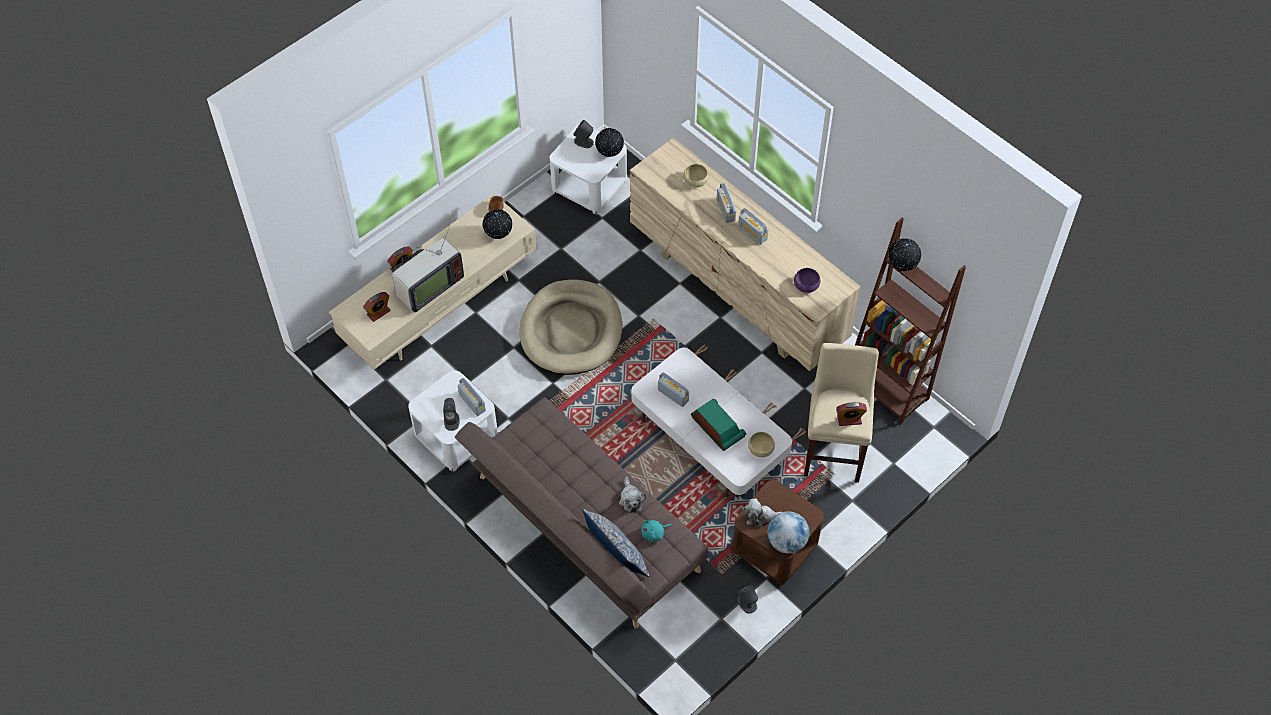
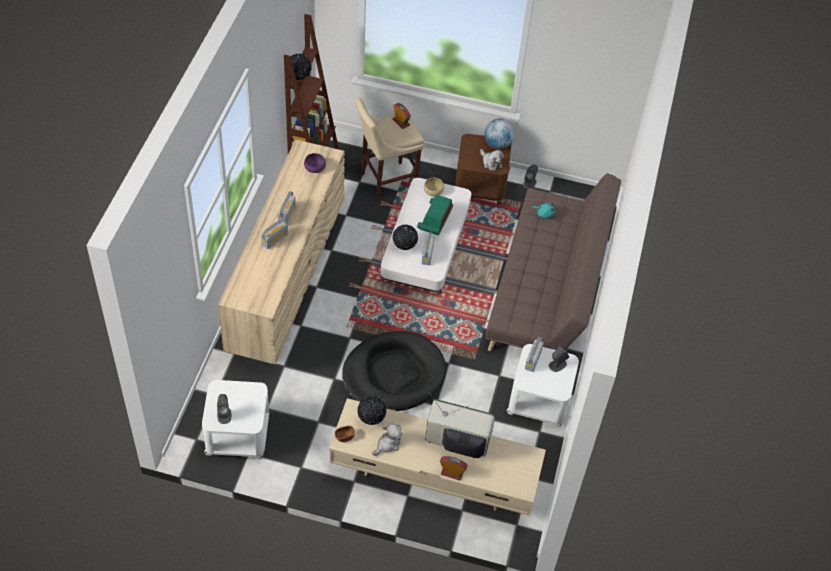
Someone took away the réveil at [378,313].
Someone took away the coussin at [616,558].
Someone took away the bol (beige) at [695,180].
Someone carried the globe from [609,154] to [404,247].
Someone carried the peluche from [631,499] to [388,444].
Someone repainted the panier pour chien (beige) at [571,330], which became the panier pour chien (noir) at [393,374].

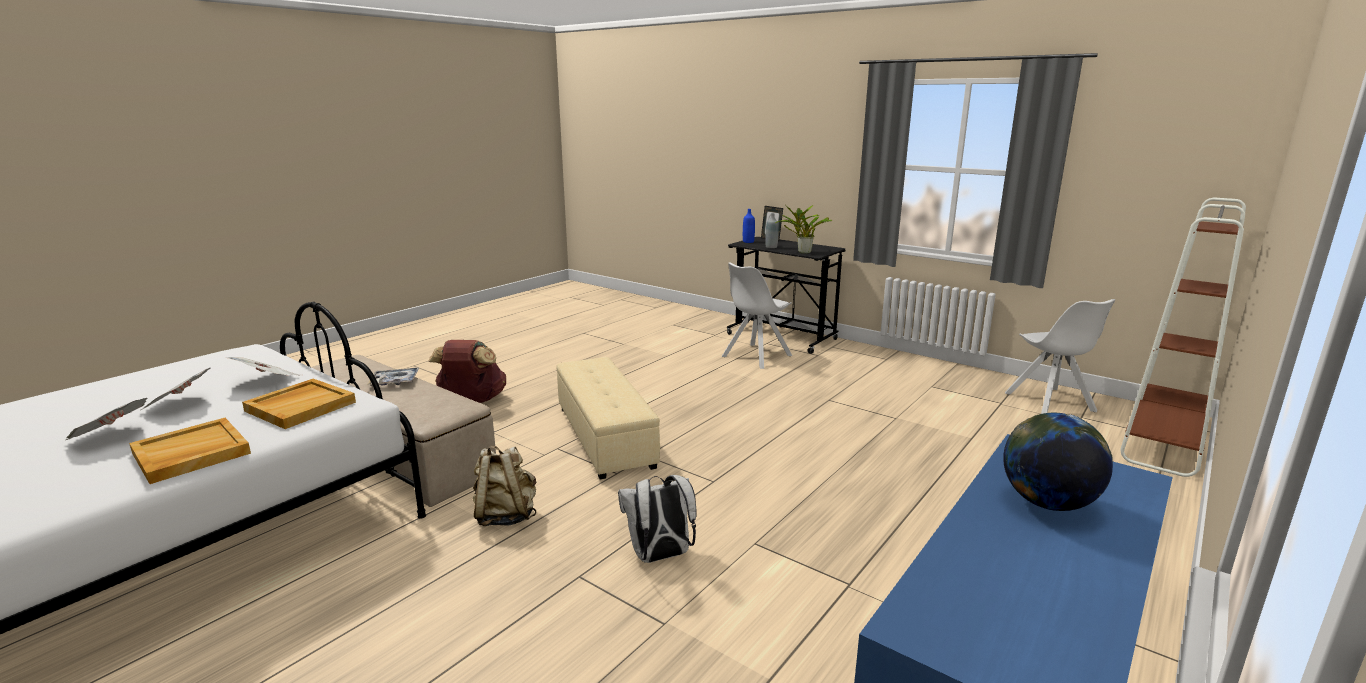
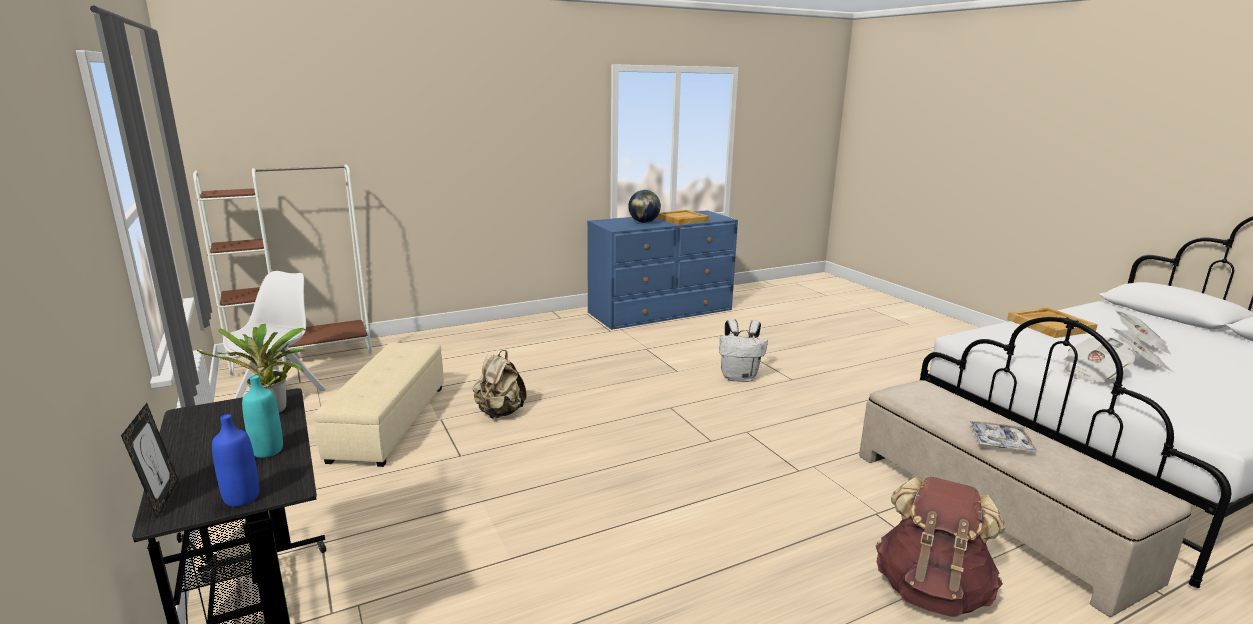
Someone took away the chaise (blanc) at [755,356].
Someone carried the plateau (beige) from [301,406] to [682,219].
Someone carried the sac à dos (beige) from [506,516] to [500,413].
Someone carried the pouf (beige) from [605,436] to [388,422].
Someone repainted the bouteille (gris) at [771,247], which became the bouteille (turquoise) at [267,451].

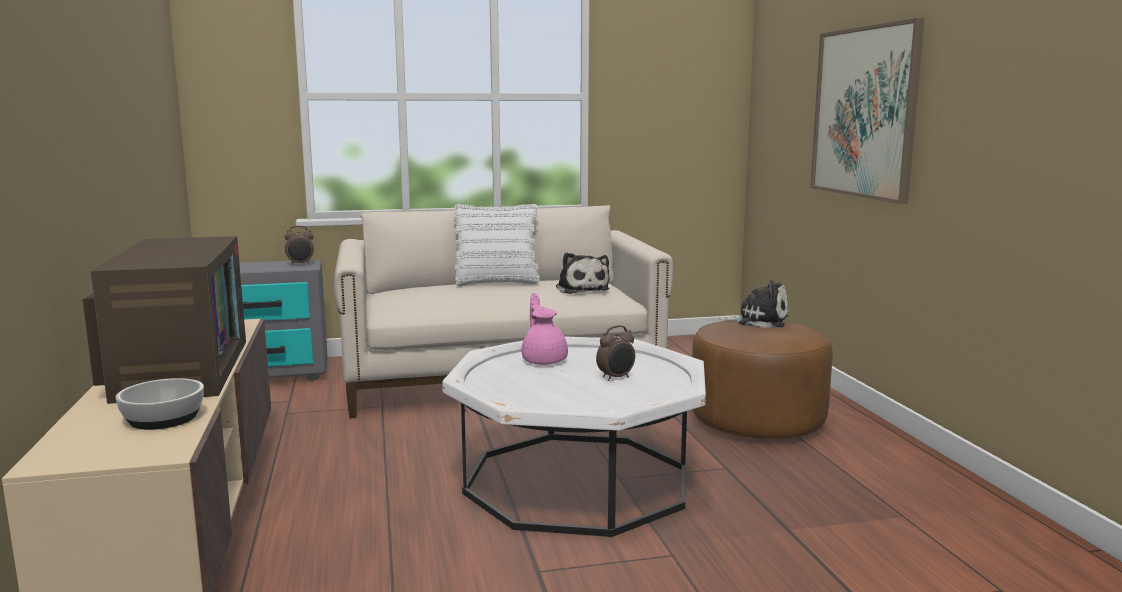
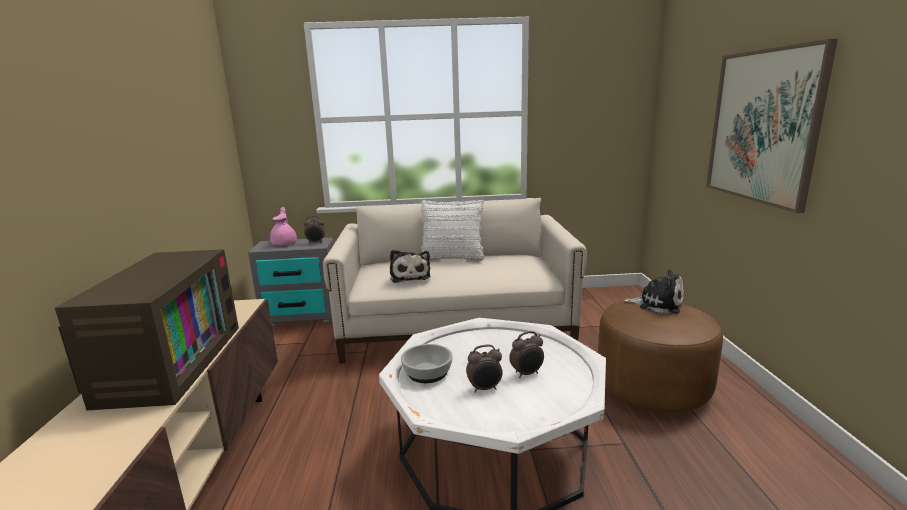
Someone put down the réveil at [485,389].
Someone carried the bol from [164,418] to [428,373].
Someone carried the théière (rose) from [544,360] to [285,243].
Someone carried the peluche from [581,289] to [410,276].

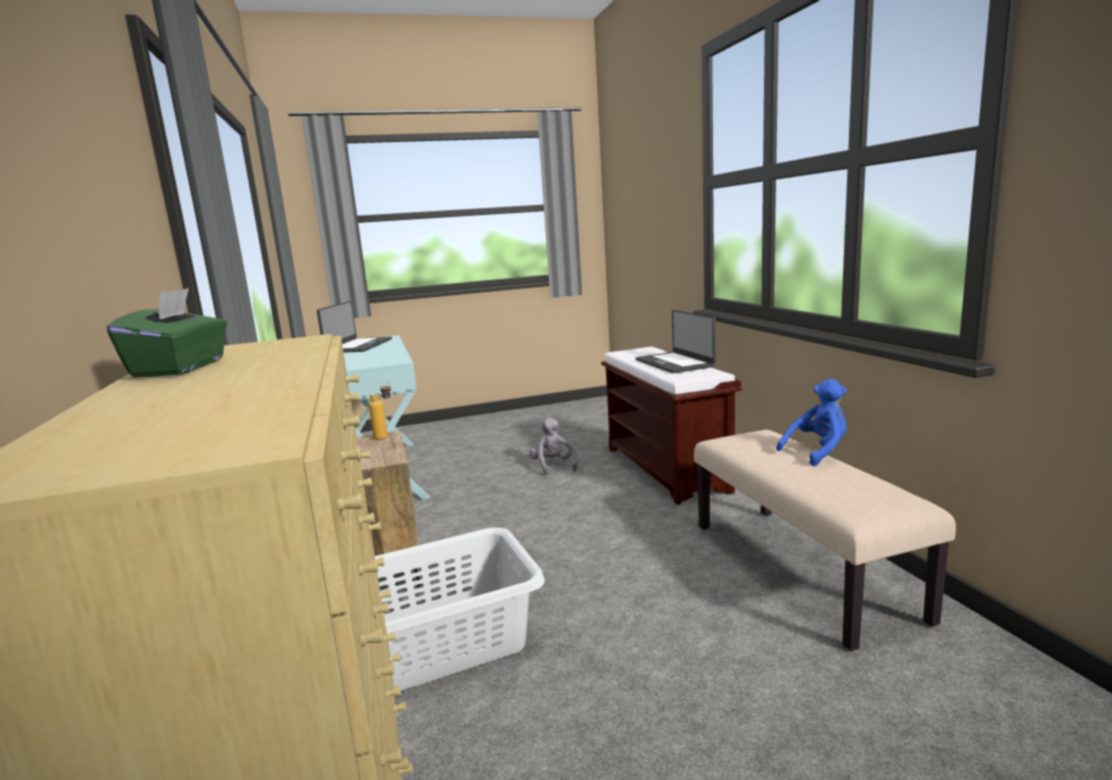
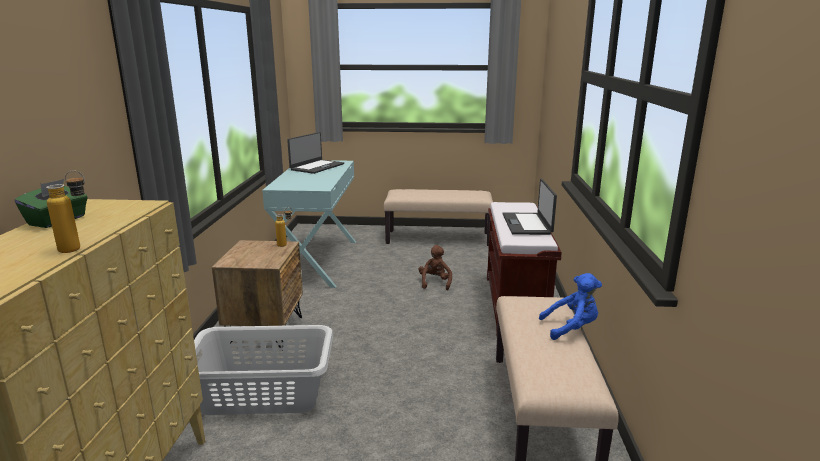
Someone put down the bouteille at [78,249].
Someone put down the banc (beige) at [438,238].
Someone repainted the peluche (gris) at [553,466], which became the peluche (marron) at [435,283].

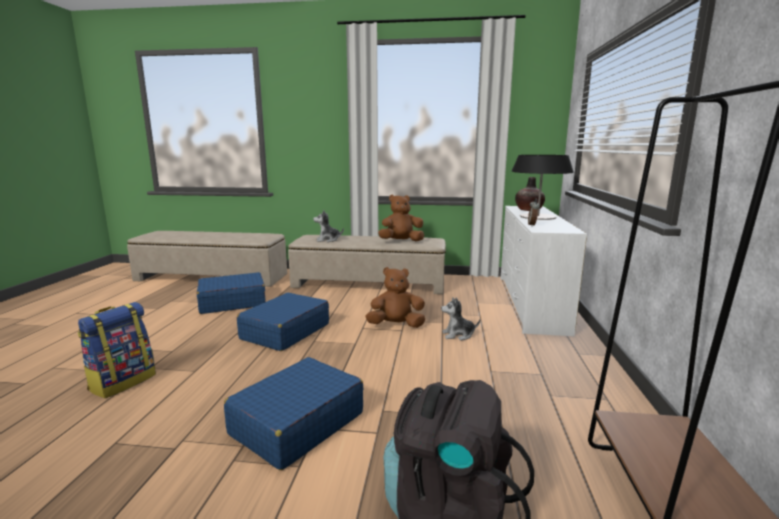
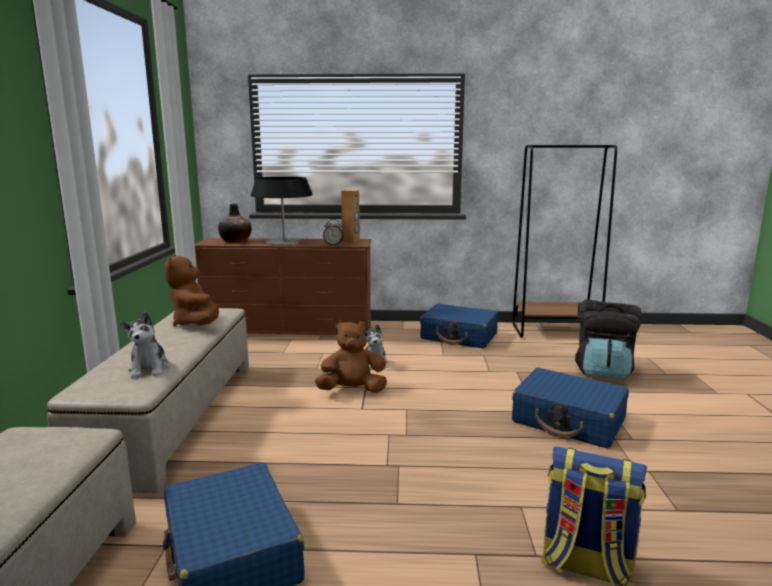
Someone put down the enceinte (marron) at [351,241].
Someone carried the valise (bleu) from [285,331] to [459,336].
Someone repainted the commode (blanc) at [530,302], which became the commode (marron) at [288,332].
Someone rotated the peluche (marron) at [396,325] by 90 degrees clockwise.

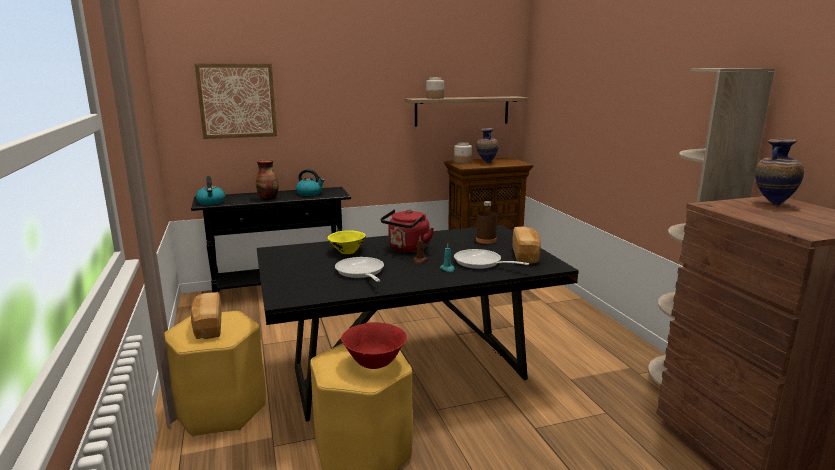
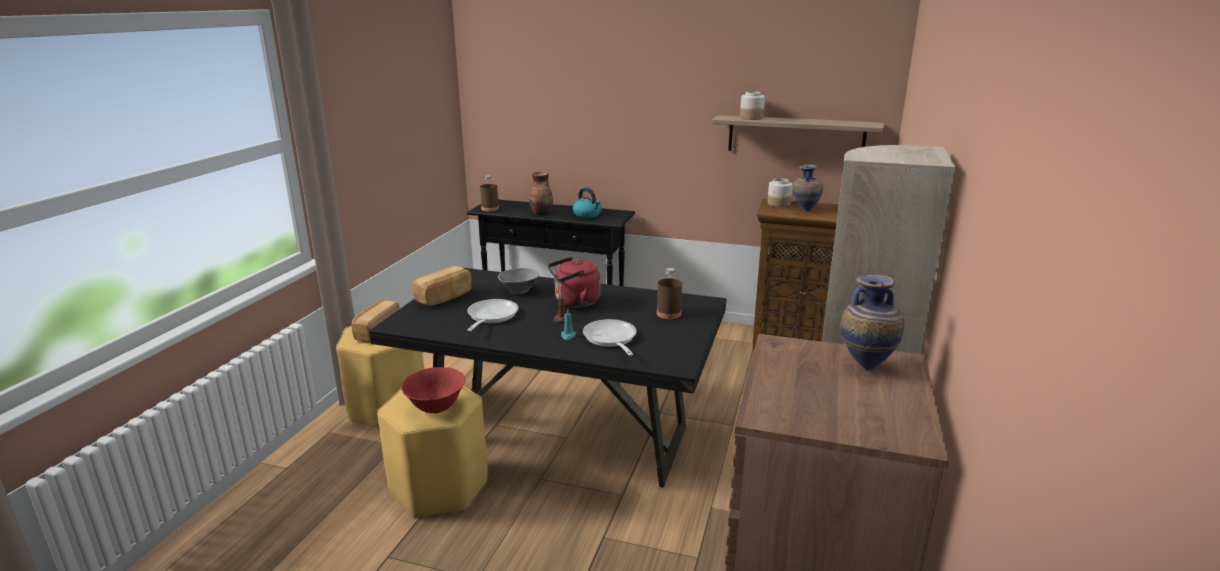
Someone took away the tableau at [237,100].
Someone carried the pain from [526,255] to [445,297].
Someone swapped the bouilloire at [211,202] for the bouteille (marron) at [490,208].
Someone repainted the bol (jaune) at [347,251], which became the bol (gris) at [519,291].

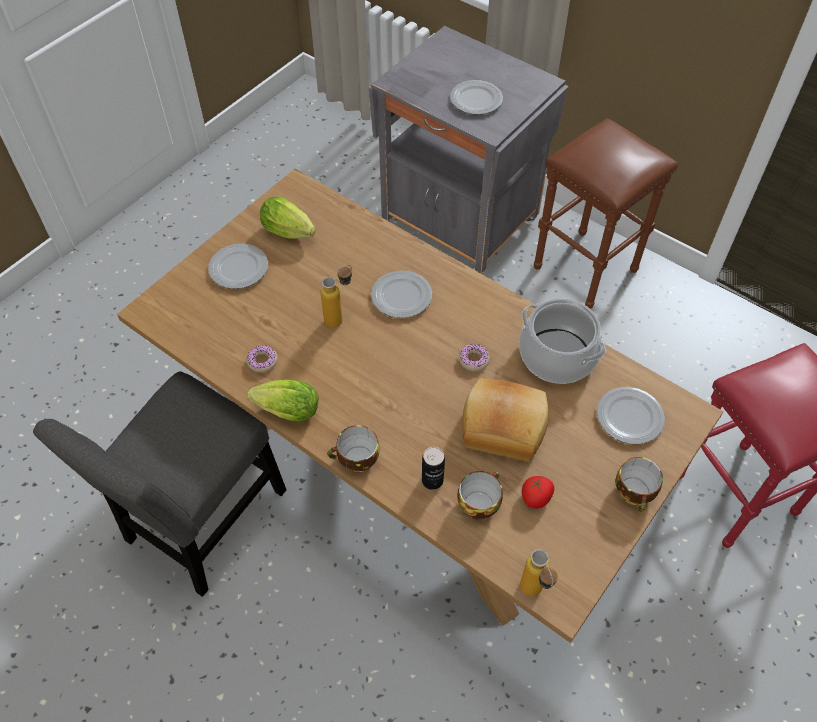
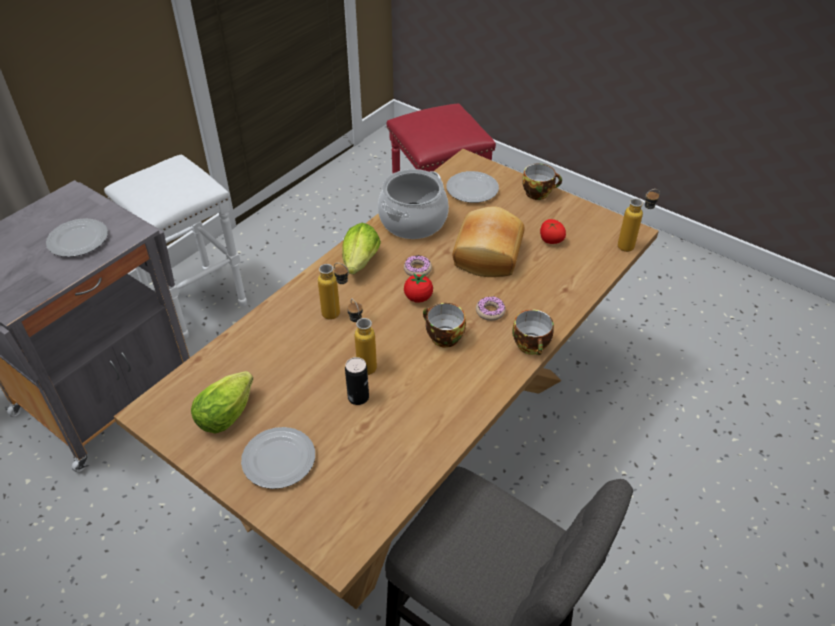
Someone put down the tomate at [418,298].
Someone carried the beignet from [262,361] to [490,311].
Someone carried the laitue from [284,411] to [359,265].
Someone carried the boîte métallique from [432,480] to [358,397].
Someone carried the tasse from [478,503] to [442,337].
Someone swapped the assiette at [402,296] for the bouteille at [337,316].
Someone repainted the tabouret (marron) at [585,270], which became the tabouret (blanc) at [199,302].

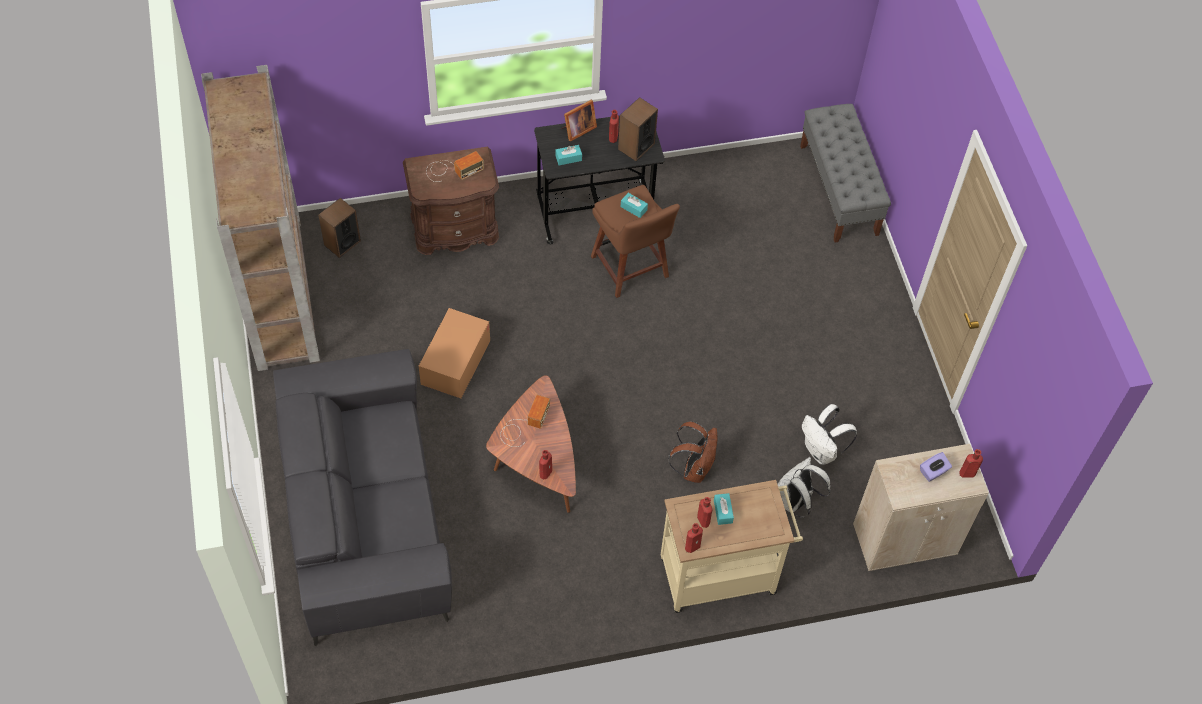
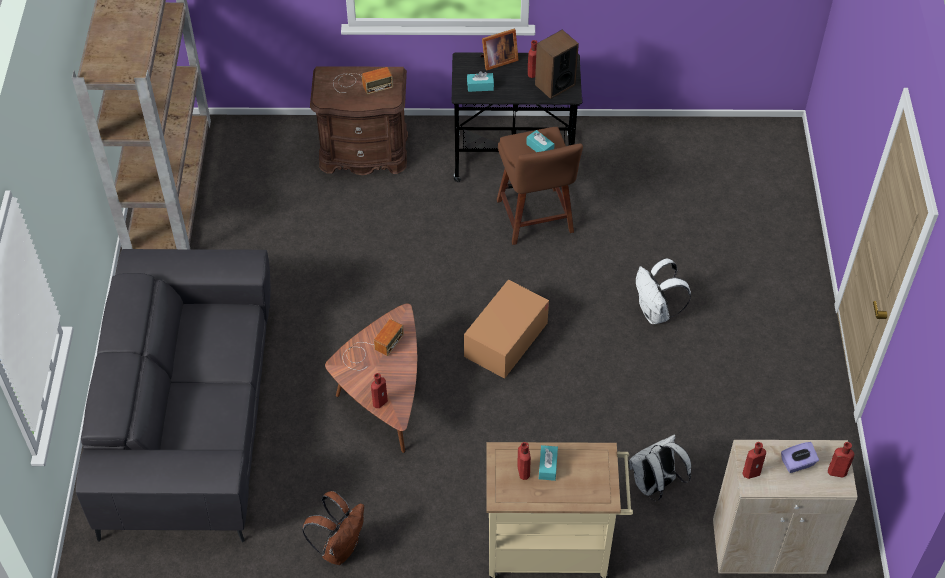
Someone took away the enceinte at [342,243].
Someone took away the banc (gris) at [839,190].
Someone carried the carton from [456,362] to [506,339].
Someone carried the sac à dos (marron) from [694,468] to [340,547].
Someone carried the bouteille (rouge) from [693,546] to [752,472].
Someone carried the sac à dos (blanc) from [822,451] to [656,313].

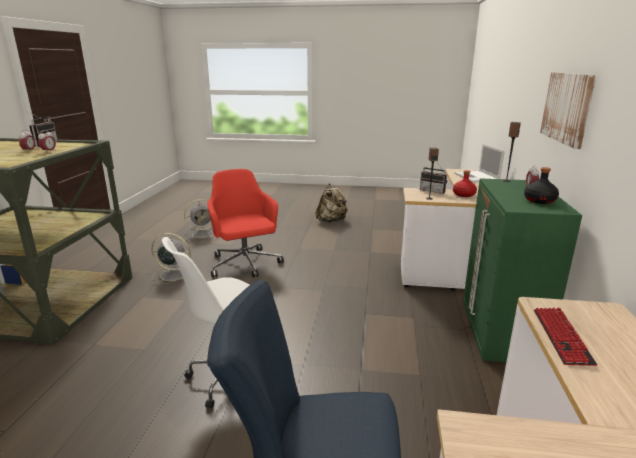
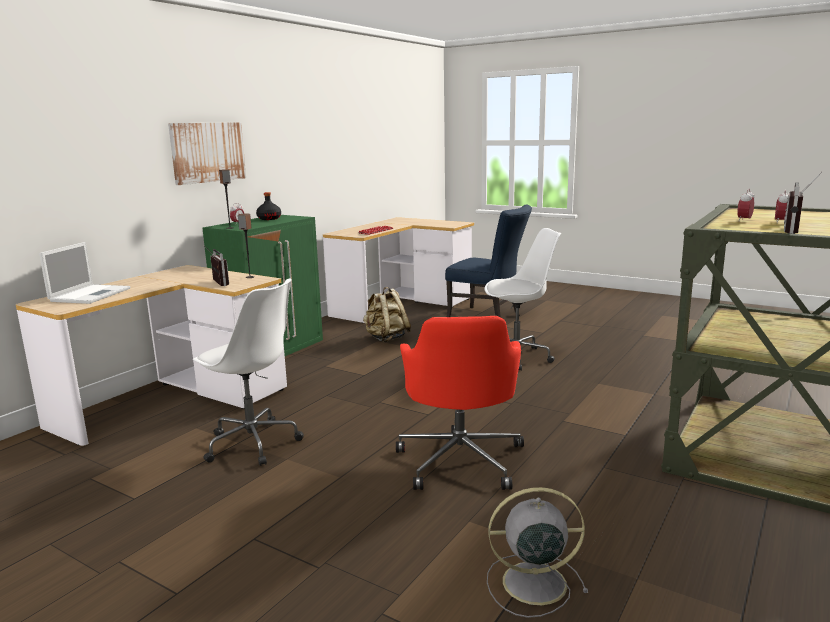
Someone took away the ventilateur (gris) at [172,275].
Someone took away the bouteille (rouge) at [464,195].
Someone put down the chaise de bureau (blanc) at [255,444].
Someone carried the sac à dos (beige) from [331,221] to [386,338].

